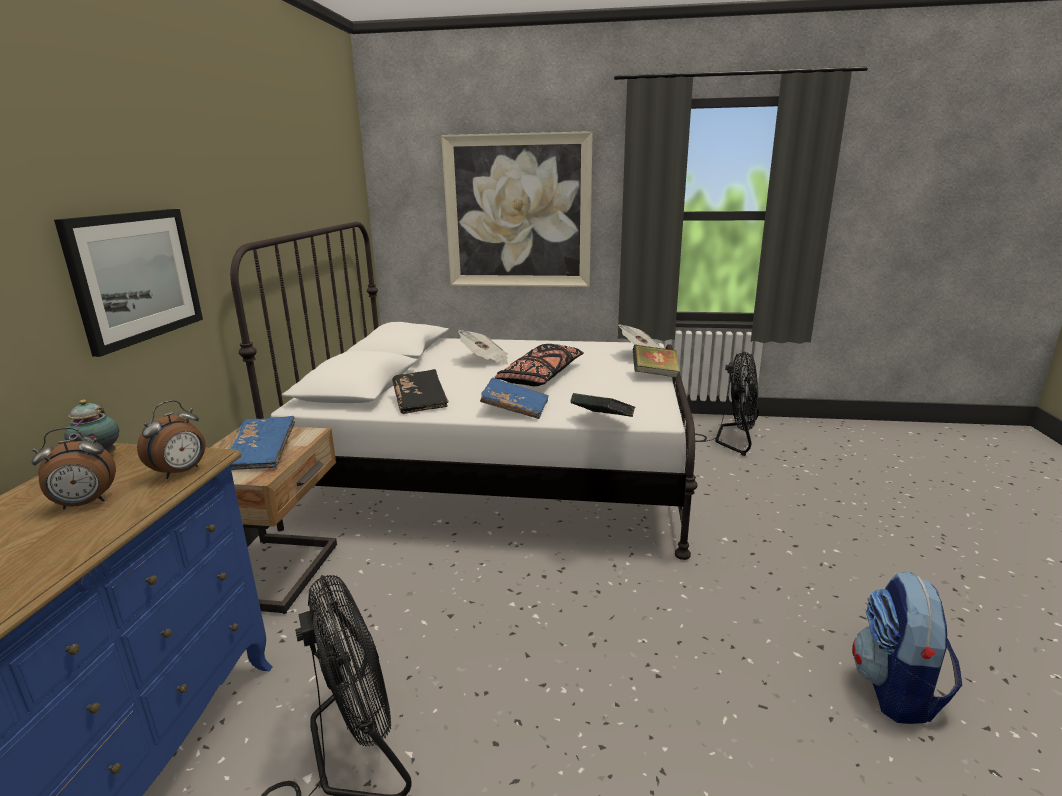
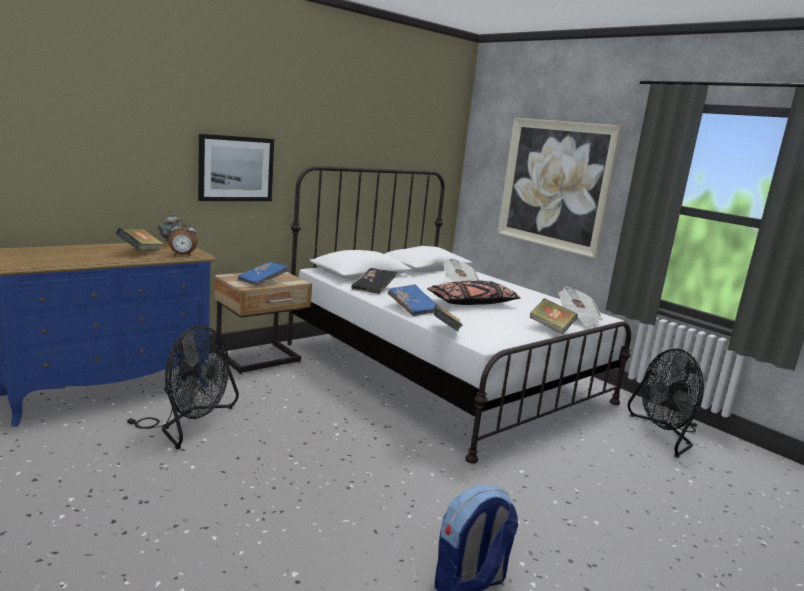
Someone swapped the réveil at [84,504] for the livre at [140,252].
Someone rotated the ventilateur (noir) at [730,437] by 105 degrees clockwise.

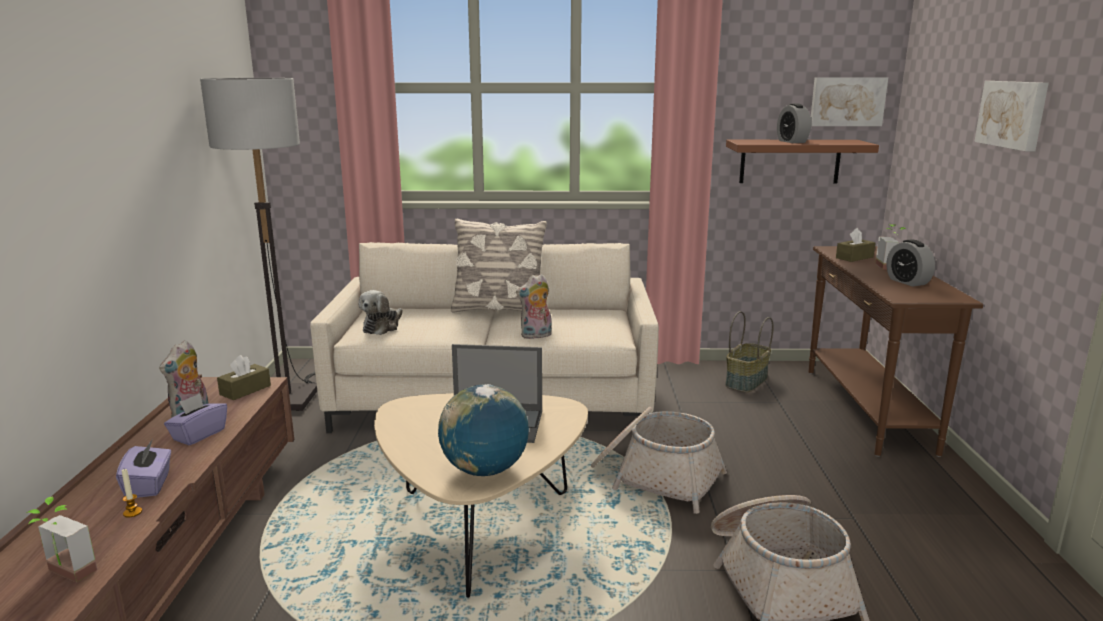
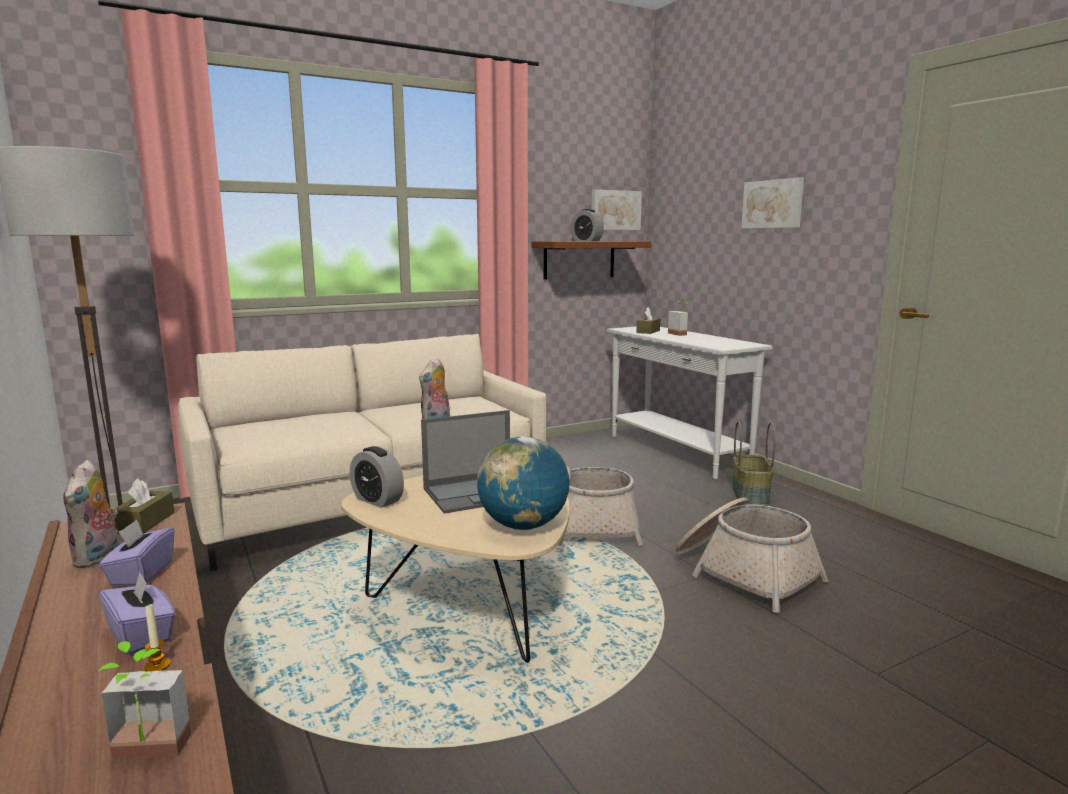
Someone took away the peluche at [382,327].
Someone took away the coussin (beige) at [499,310].
Someone carried the panier from [747,382] to [751,495].
Someone carried the réveil from [907,282] to [377,500].
Someone repainted the table console (marron) at [869,410], which became the table console (blanc) at [678,452].

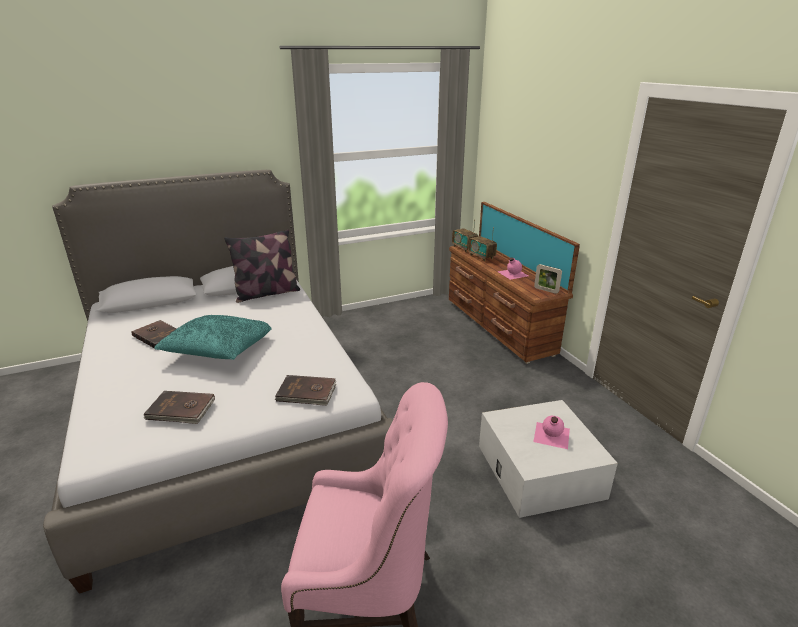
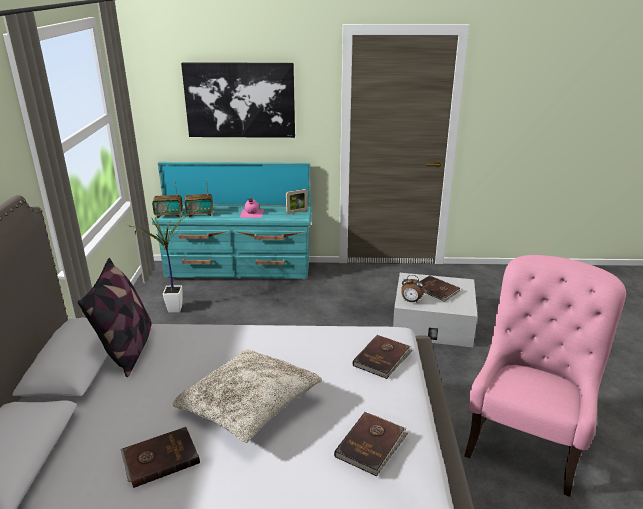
Someone put down the plante en pot at [172,308].
Someone put up the tableau at [240,100].
Someone put down the réveil at [411,301].
Someone swapped the bouteille (rose) at [551,435] for the livre (marron) at [436,290].
Someone repainted the coussin (turquoise) at [219,349], which became the coussin (beige) at [248,405].
Someone repainted the commode (marron) at [498,327], which became the commode (turquoise) at [239,272].

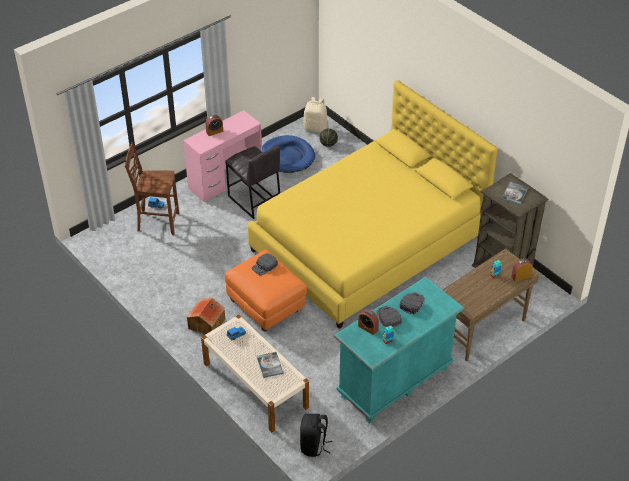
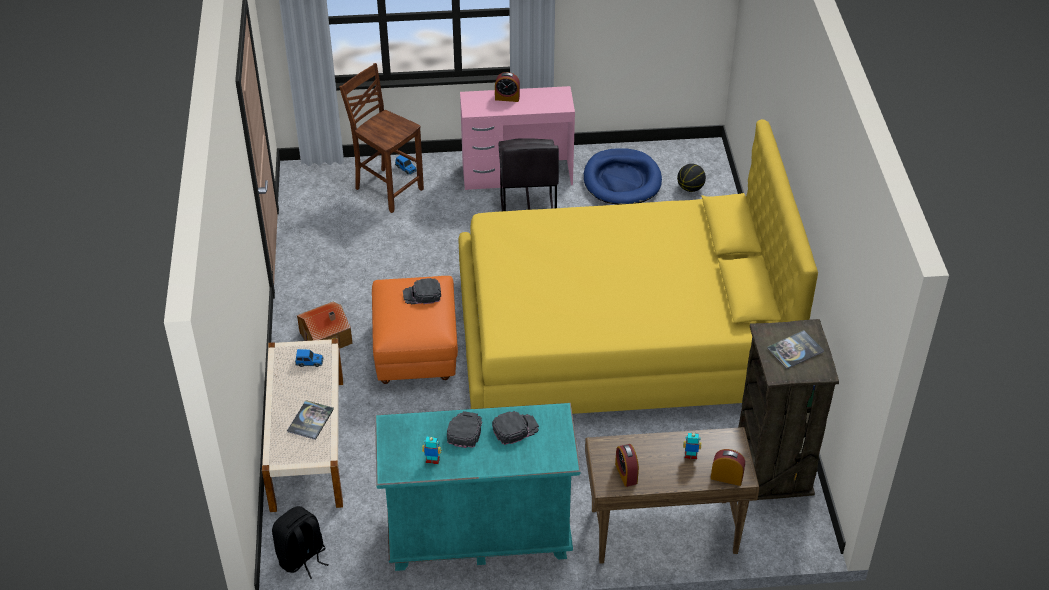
Someone took away the sac à dos (beige) at [315,128].
Someone carried the réveil from [368,328] to [626,473].

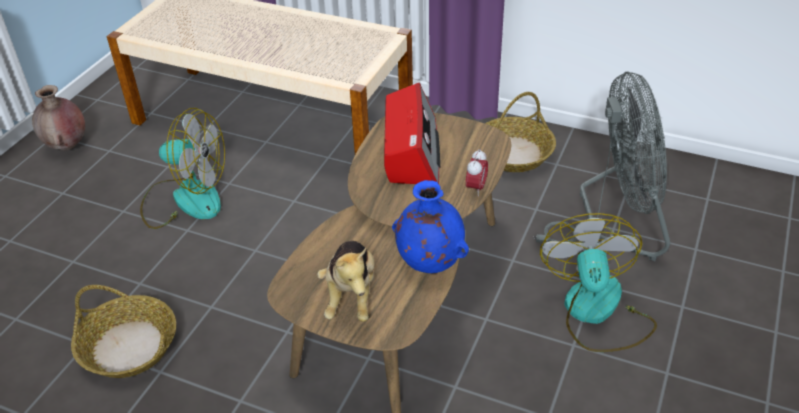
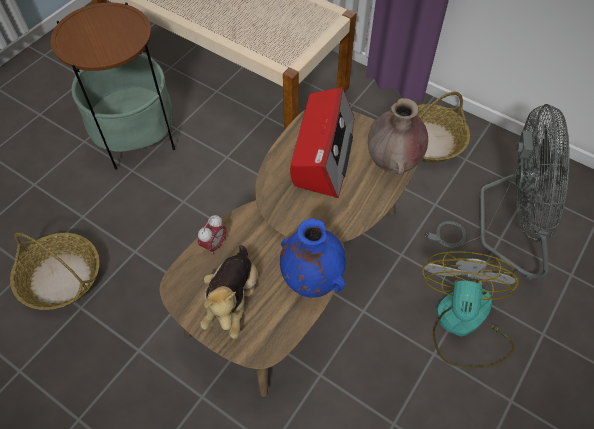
Someone carried the vase (marron) from [67,146] to [393,163].
Someone carried the réveil from [476,188] to [214,245].
Someone swapped the ventilateur at [185,199] for the table d'appoint at [137,138].

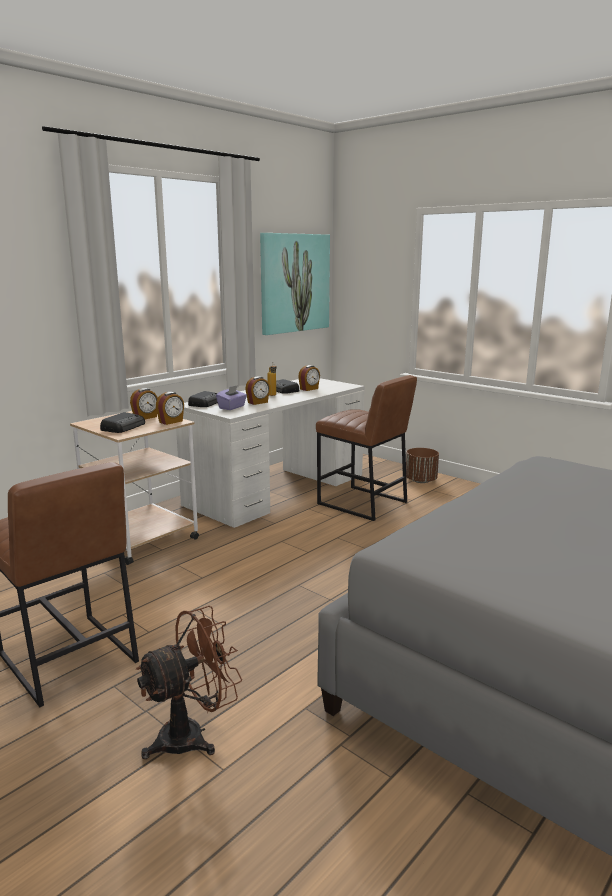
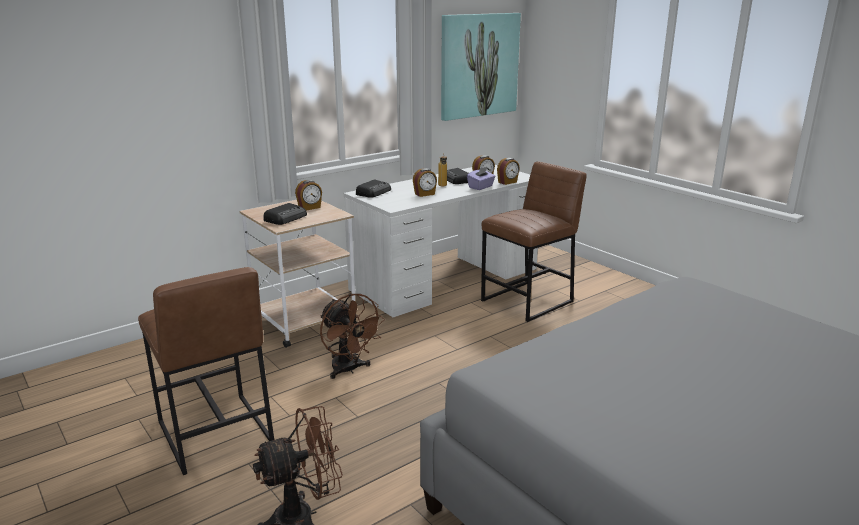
Someone took away the cache-pot (marron) at [421,481].
Someone put down the ventilateur (marron) at [349,370].
Someone carried the réveil from [171,422] to [507,182].
Someone carried the boîte à mouchoirs (violet) from [232,407] to [481,187].
Someone rotated the chaise (marron) at [363,503] by 90 degrees counterclockwise.

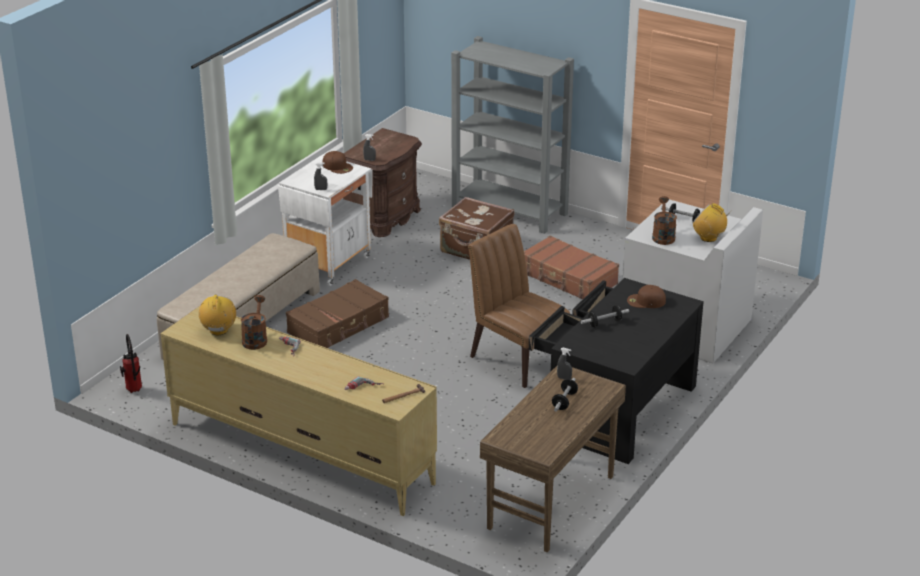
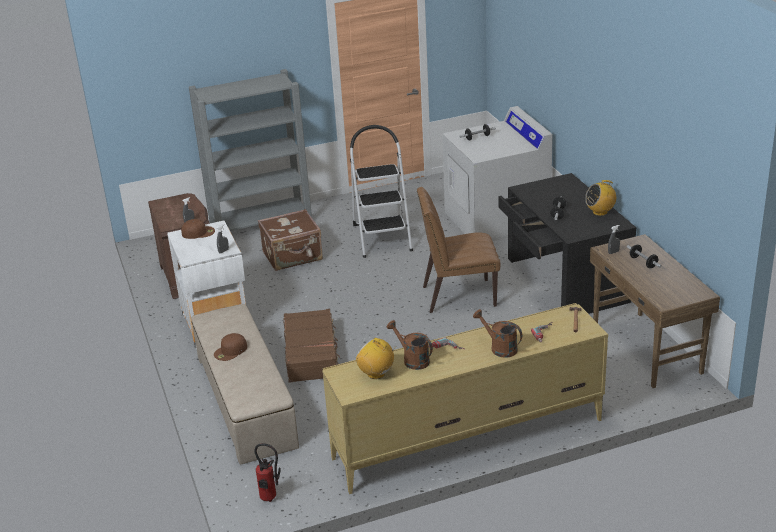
Someone carried the casquette (marron) from [645,301] to [230,351].
Someone carried the arrosoir (marron) from [663,236] to [499,348].
Someone carried the radio from [708,238] to [600,212].
Someone swapped the valise (marron) at [568,279] for the escabeau at [382,237].

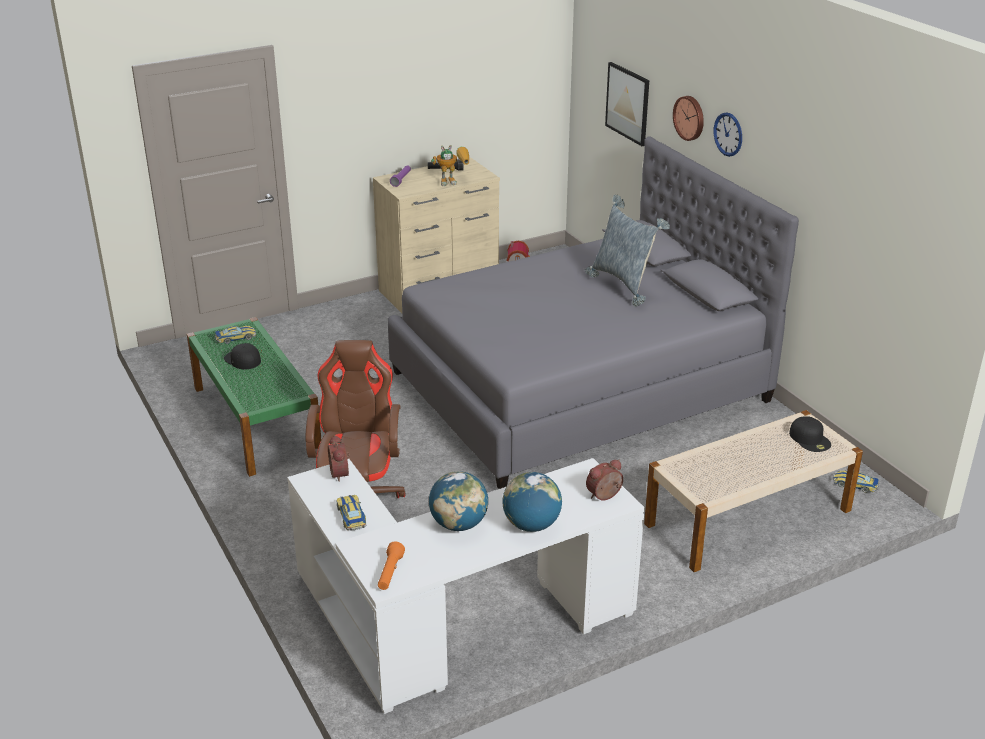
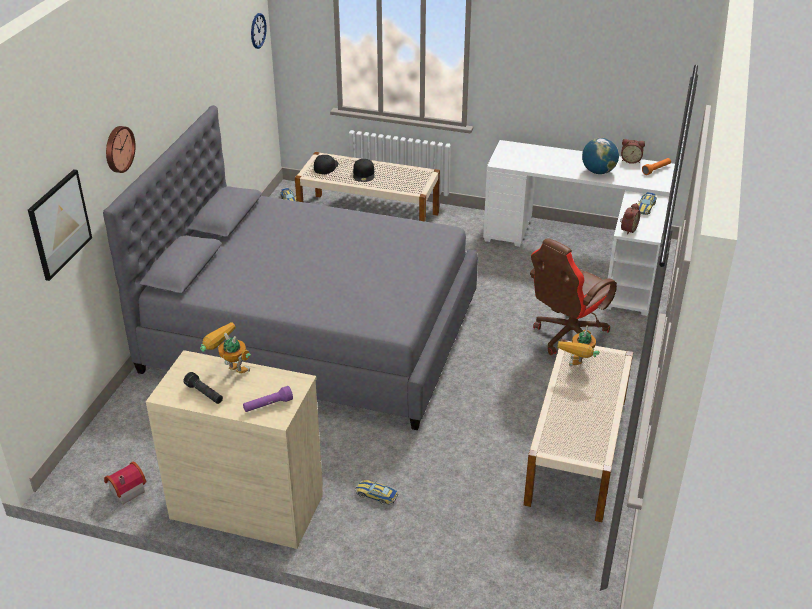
Someone took away the globe at [531,525].
Someone took away the coussin at [624,288].
Someone put down the robot jouet at [578,367].
Someone carried the petite voiture from [236,338] to [376,495].
Someone carried the casquette (noir) from [242,359] to [364,174].
Someone carried the réveil from [605,496] to [630,160].
Someone carried the horloge murale from [728,134] to [258,30].
Someone repainted the banc (vert) at [255,420], which became the banc (beige) at [578,450].

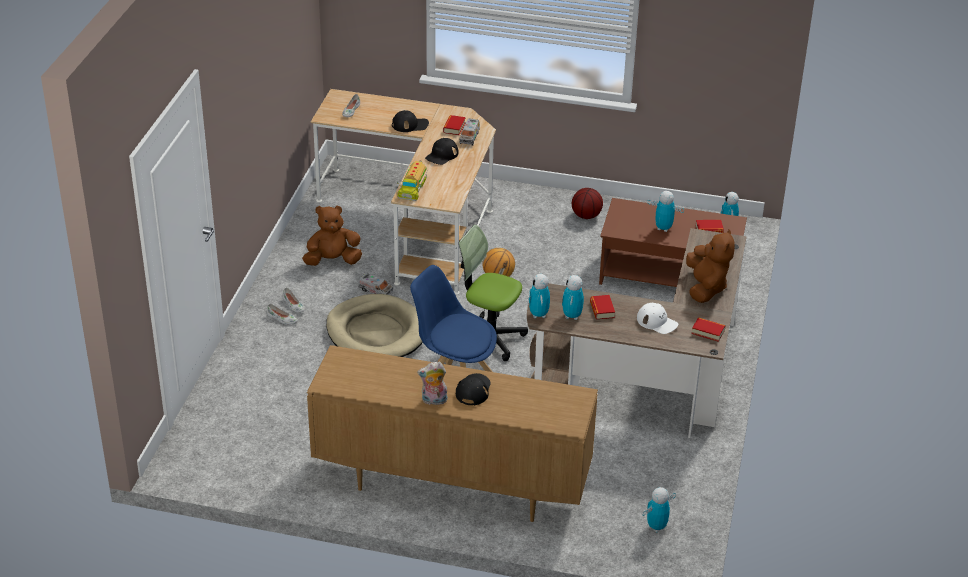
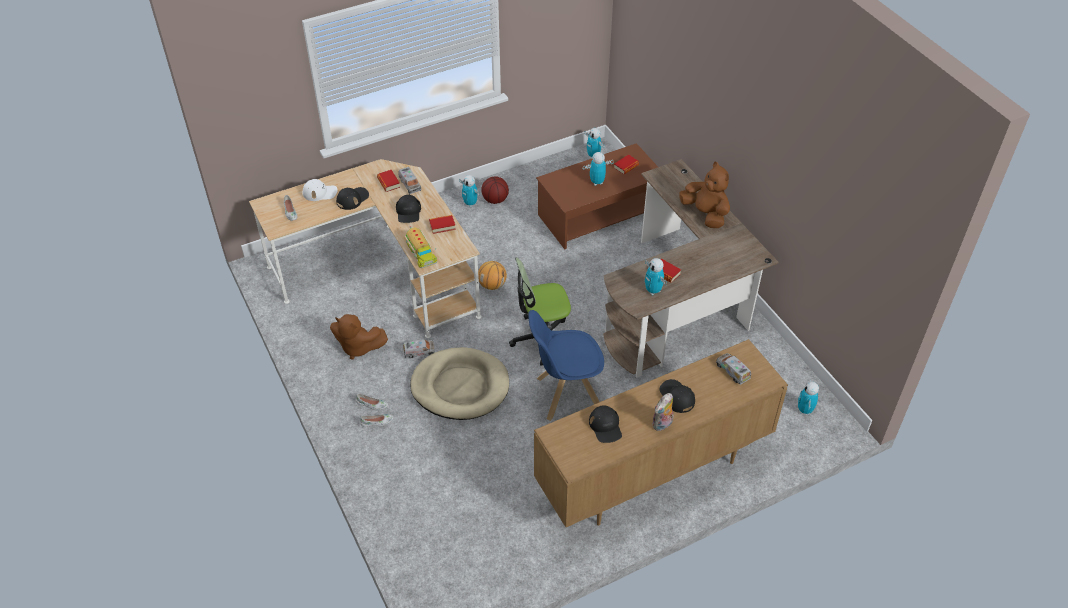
Someone put down the casquette (noir) at [605,426].
Someone put down the camion jouet at [732,371].
Someone carried the robot jouet from [538,314] to [470,203].
Someone carried the casquette (blanc) from [657,322] to [320,192].
Someone carried the livre from [708,332] to [442,226].
Someone rotated the peluche (marron) at [332,261] by 105 degrees counterclockwise.

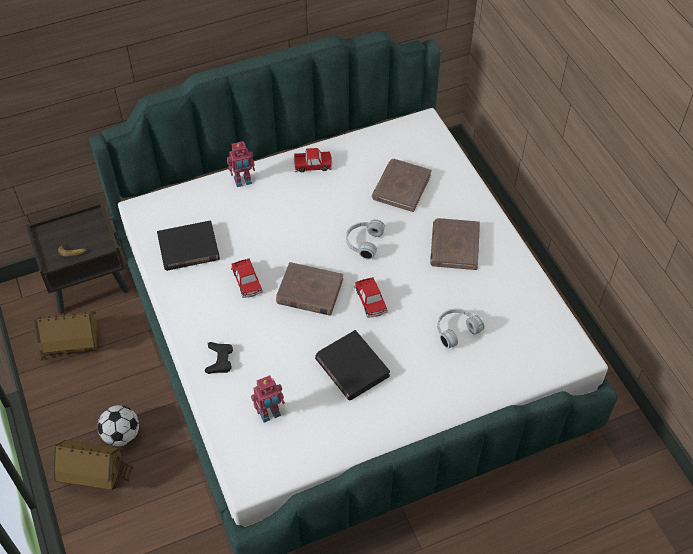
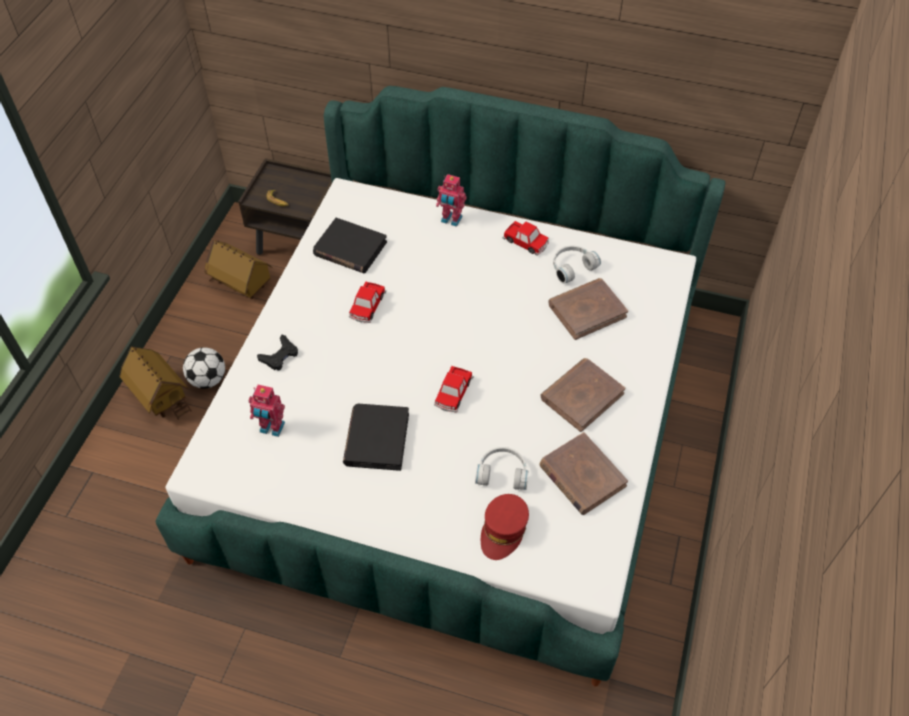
Someone put down the casquette (rouge) at [503,531].
Someone carried the livre (marron) from [309,291] to [581,476].
Someone carried the casque audio (blanc) from [363,242] to [571,267].

